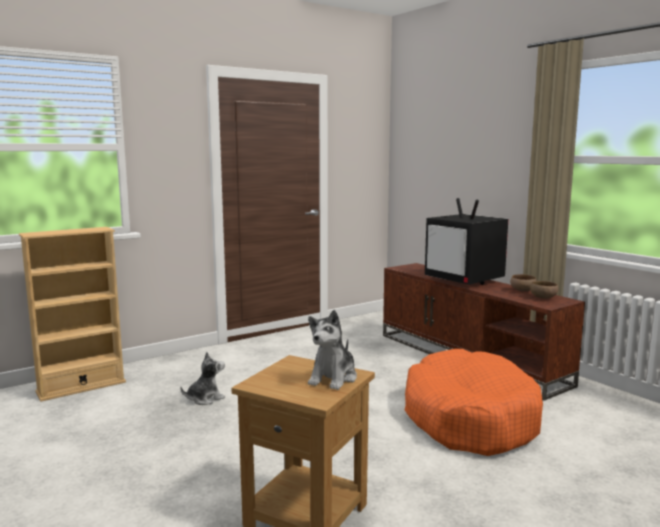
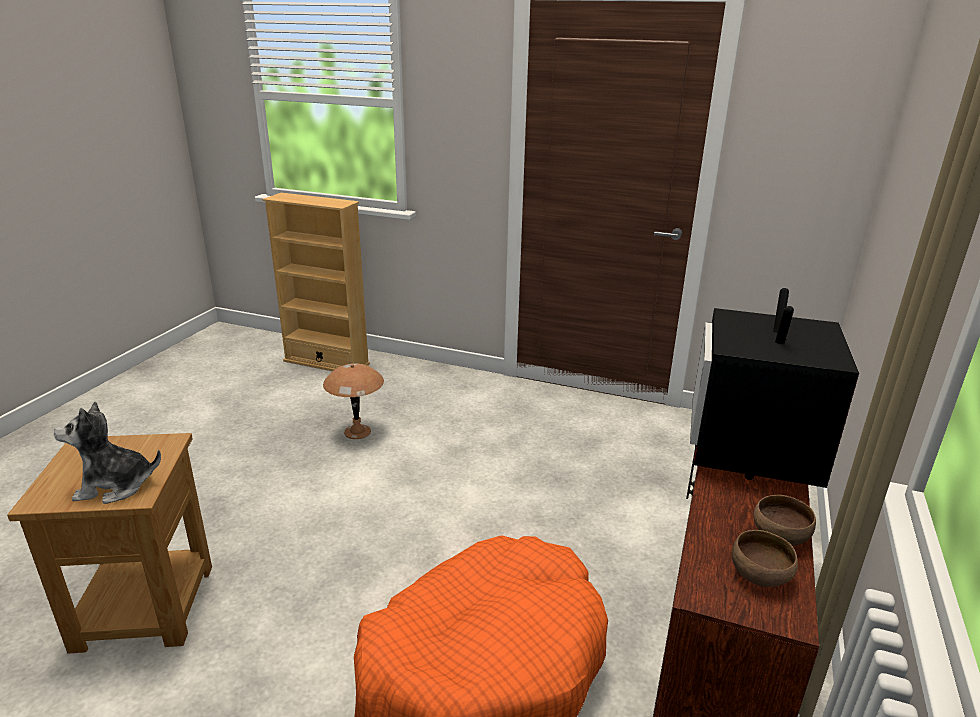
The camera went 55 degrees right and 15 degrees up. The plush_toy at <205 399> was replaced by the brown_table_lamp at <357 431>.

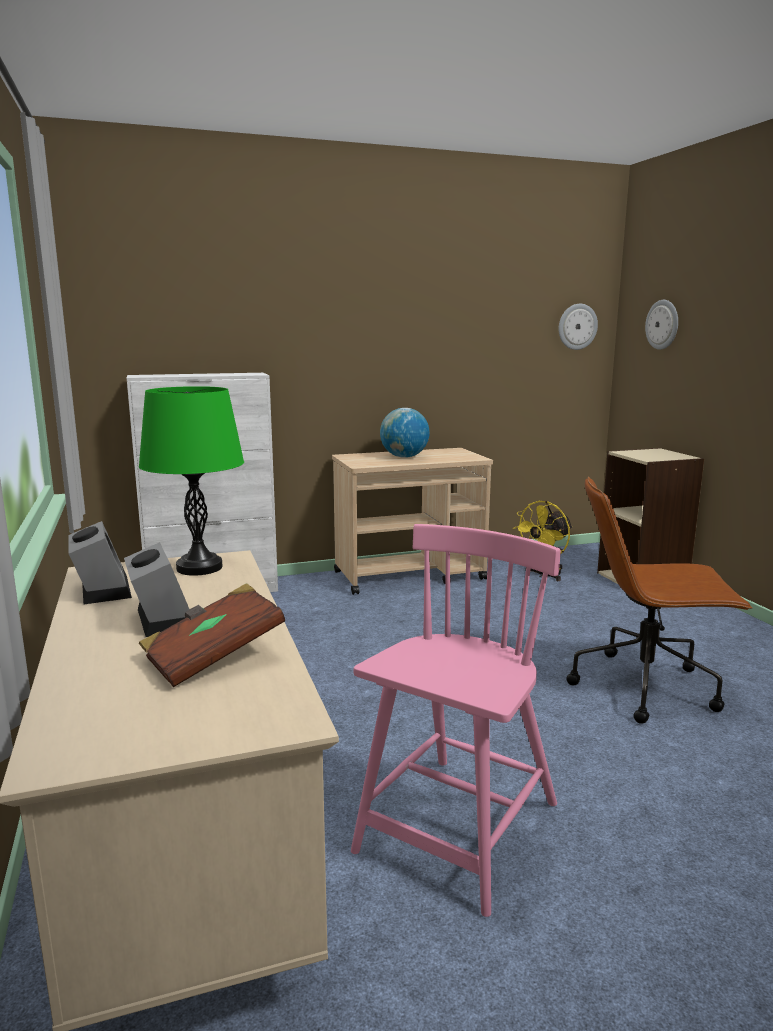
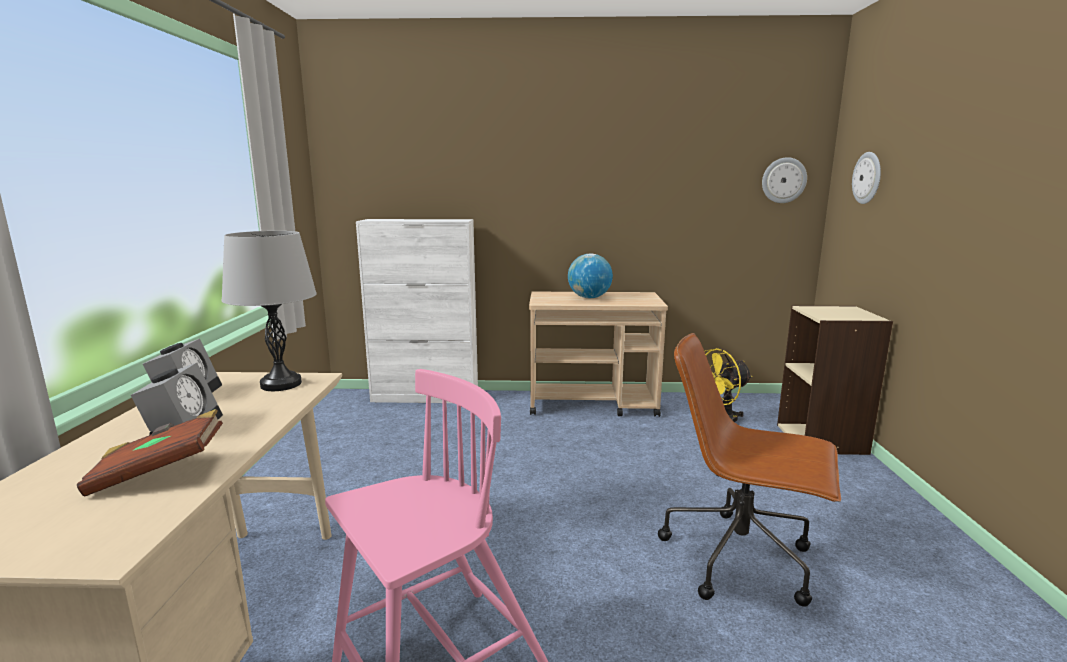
The camera went 20 degrees right and 0 degrees up. The green_table_lamp at <199 568> became the grey_table_lamp at <281 384>.

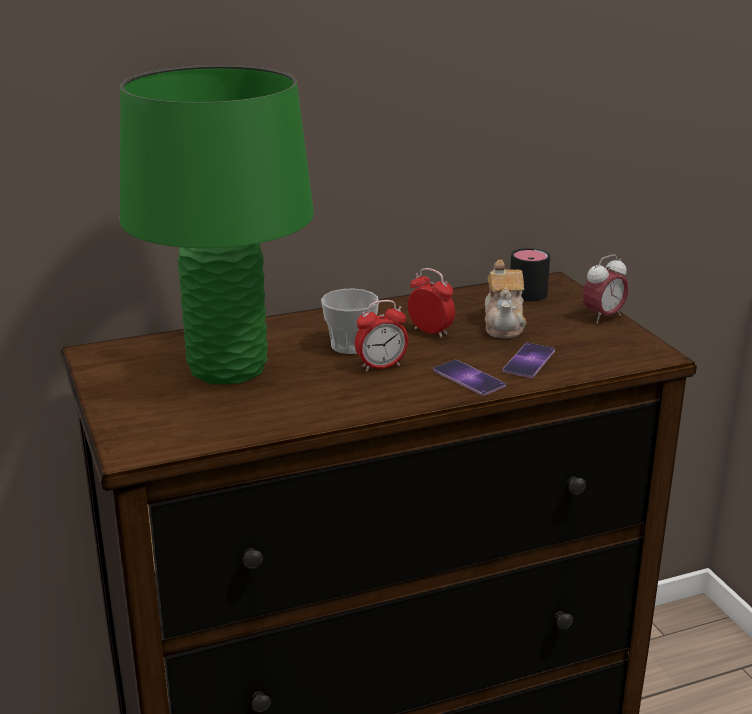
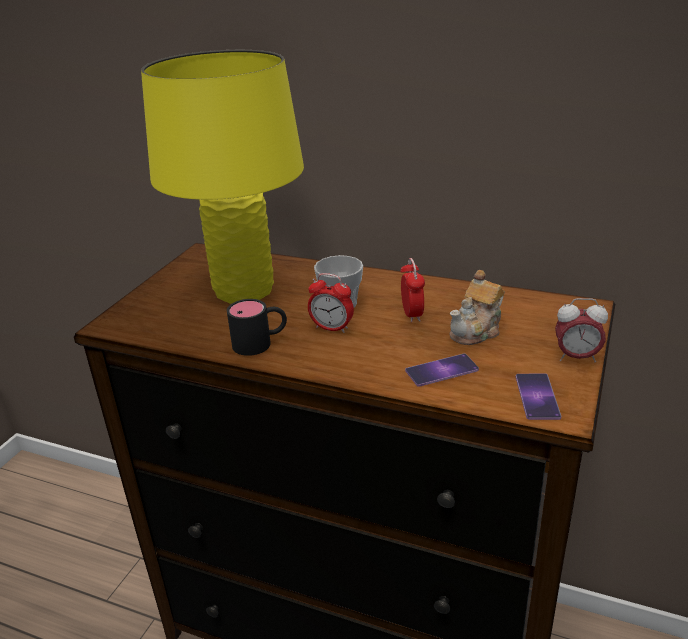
The camera went 45 degrees right and 5 degrees up. The phone moved from <469 378> to <537 396>. The black_mug moved from <531 290> to <260 342>. The green_table_lamp at <228 369> became the yellow_table_lamp at <244 291>.

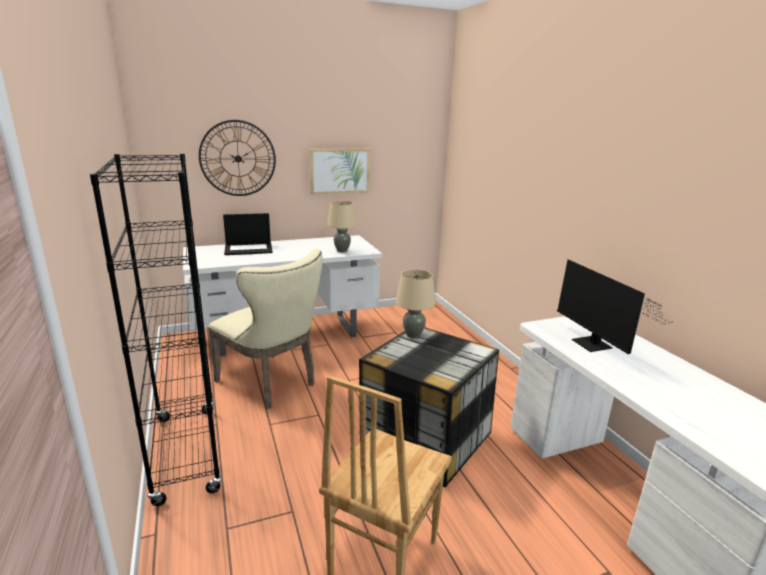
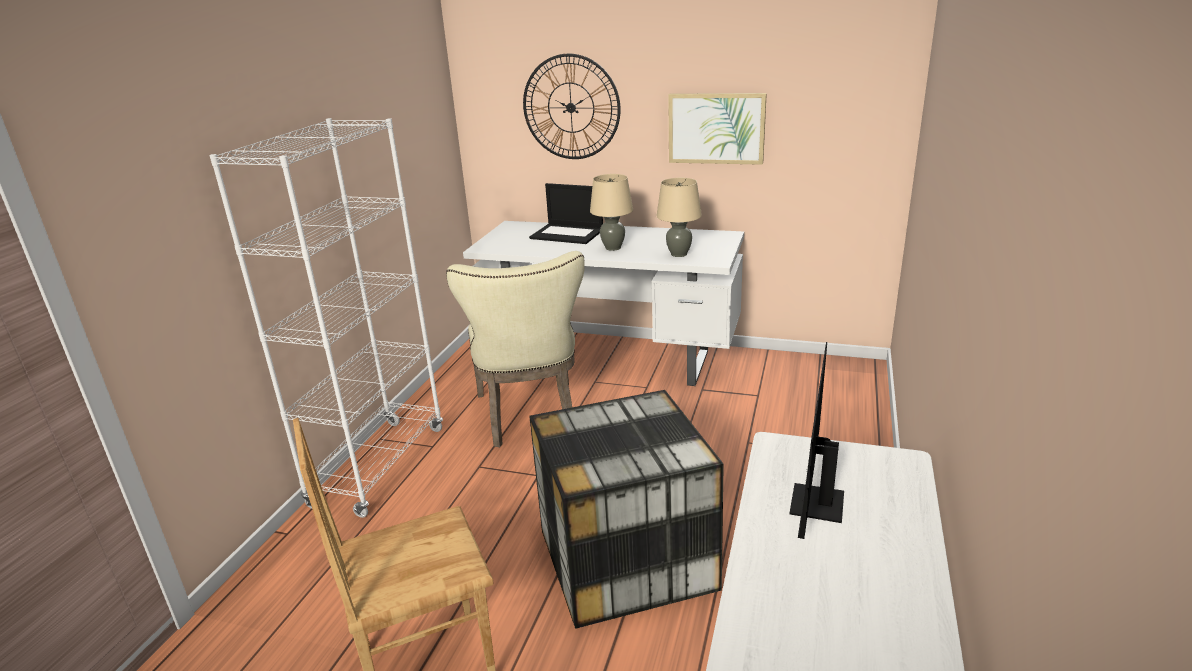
The camera went 40 degrees right and 5 degrees up. The beige_table_lamp moved from <413 335> to <613 248>. The black_bookcase at <186 453> became the white_bookcase at <379 466>.

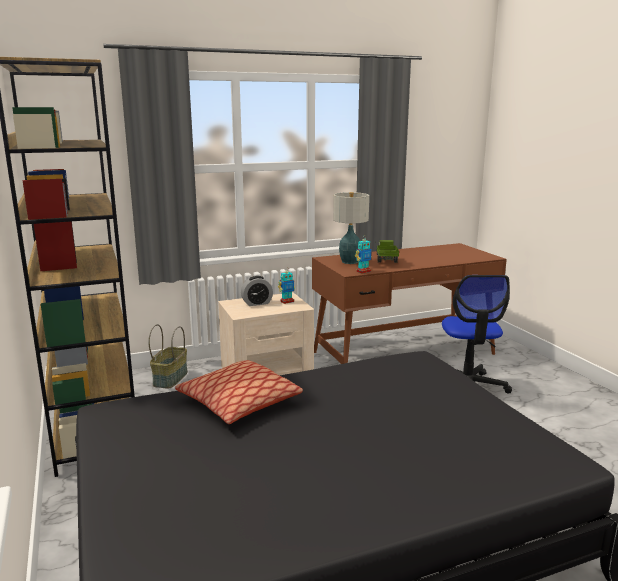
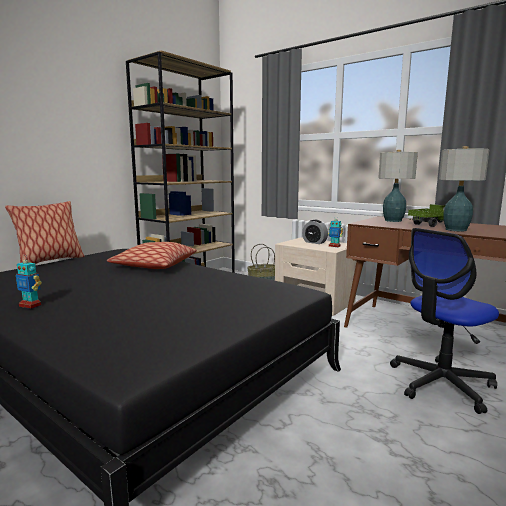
The camera went 60 degrees right and 5 degrees down. The pillow at <50 261> appeared. The table_lamp at <456 229> appeared. The toy_robot moved from <363 271> to <30 305>.

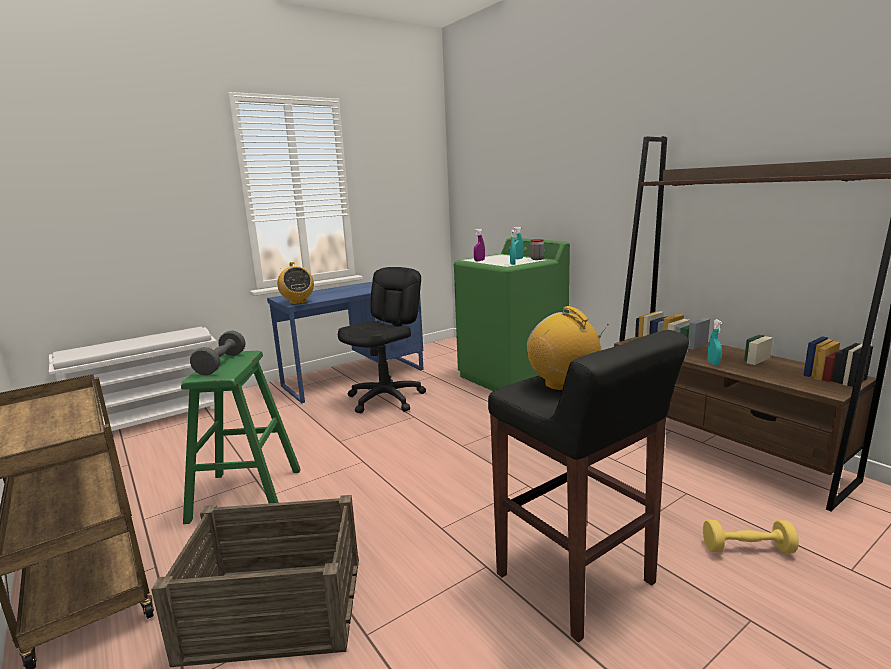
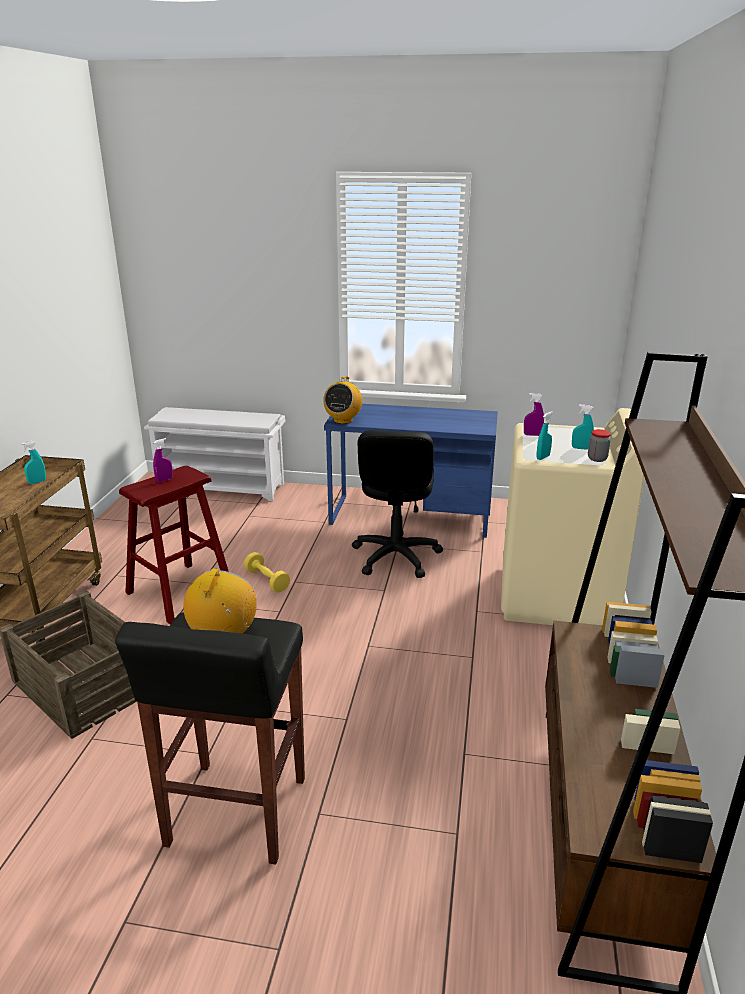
The camera went 45 degrees right and 10 degrees up. The yellow_dumbbell moved from <747 549> to <267 580>. The turquoise_spray_bottle moved from <713 363> to <37 482>. The grey_dumbbell at <221 364> was replaced by the purple_spray_bottle at <164 480>. The green_stool at <246 494> became the red_stool at <180 592>. The green_washing_machine at <512 377> became the beige_washing_machine at <557 596>. The black_office_chair at <386 399> turned 105 degrees clockwise.

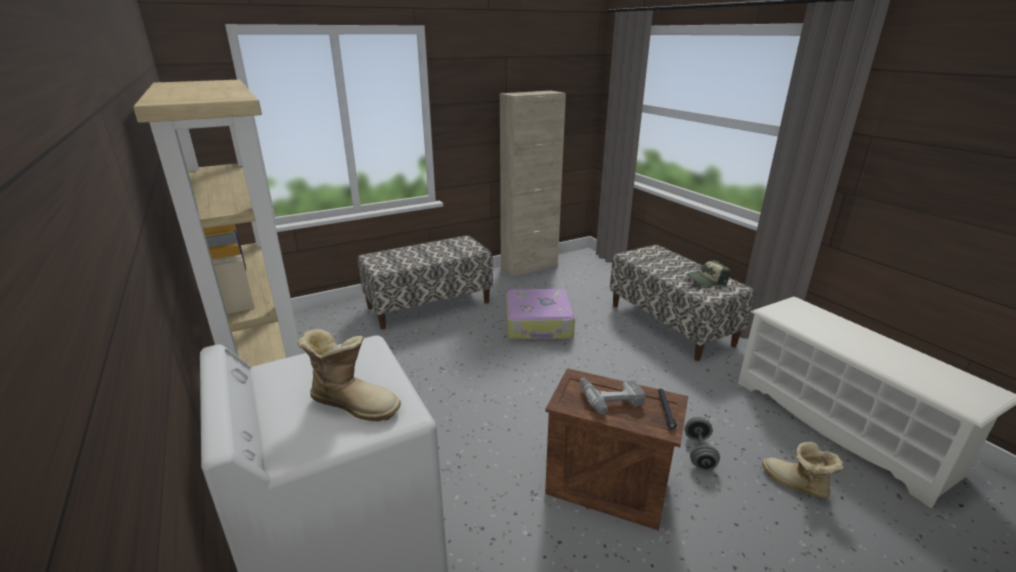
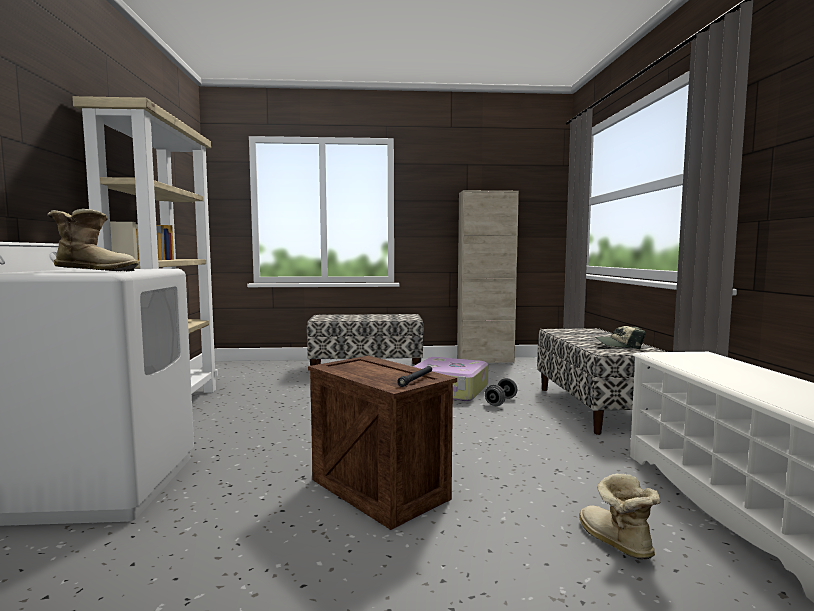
The camera went 25 degrees right and 20 degrees down. The power_drill at <609 396> disappeared. The grey_dumbbell moved from <699 453> to <501 402>. The boot at <354 402> turned 45 degrees counterclockwise.

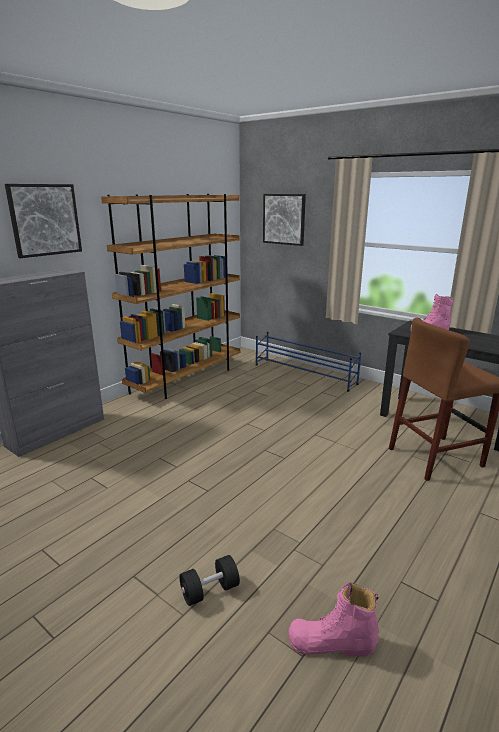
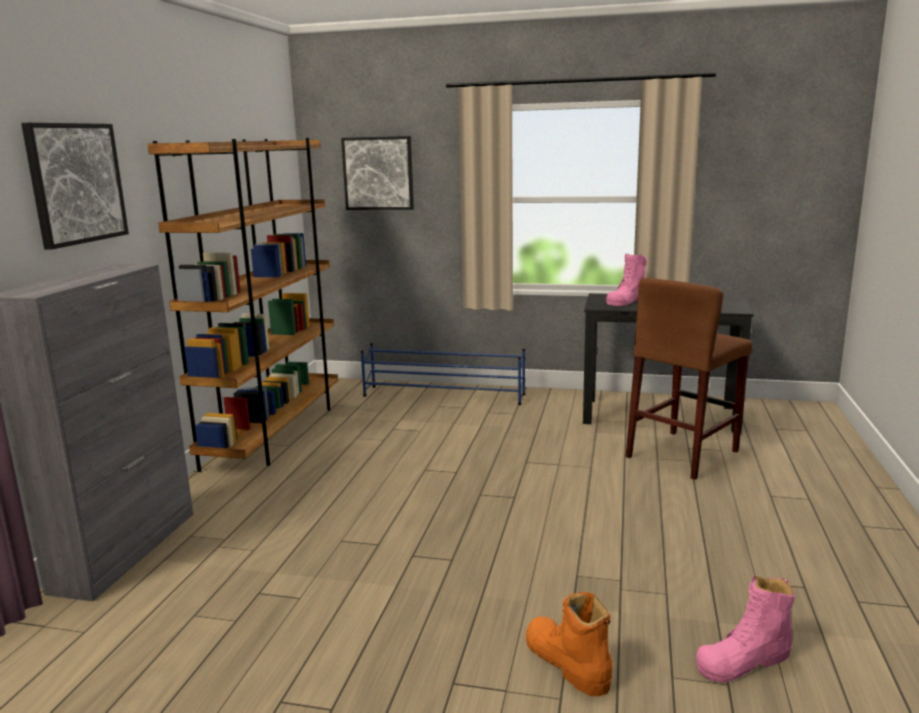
The camera went 25 degrees left and 5 degrees down. The black_dumbbell at <209 590> was replaced by the orange_boot at <566 663>.

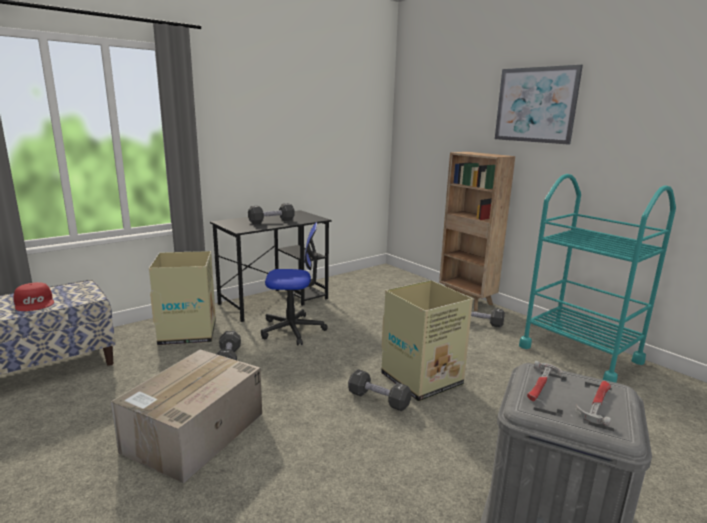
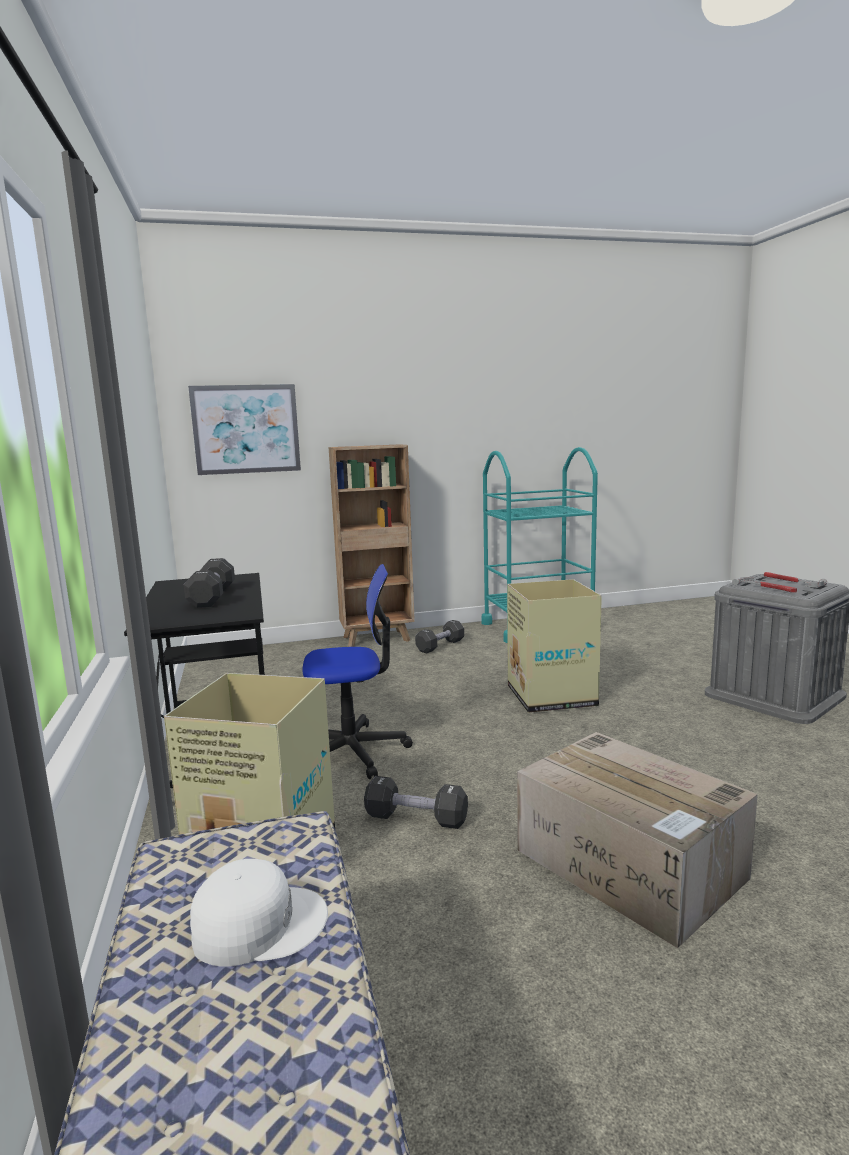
The camera went 65 degrees left and 5 degrees down. The black_dumbbell at <378 399> disappeared. The picture moved from <535 105> to <246 429>. The red_cap at <35 303> became the white_cap at <258 923>. The office_chair at <292 329> turned 60 degrees clockwise.

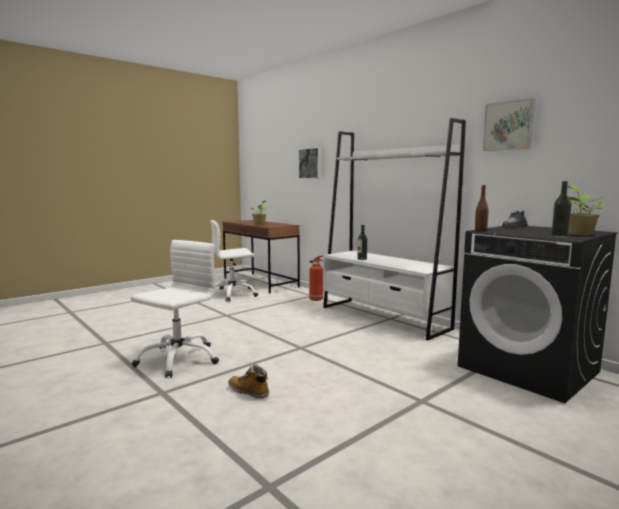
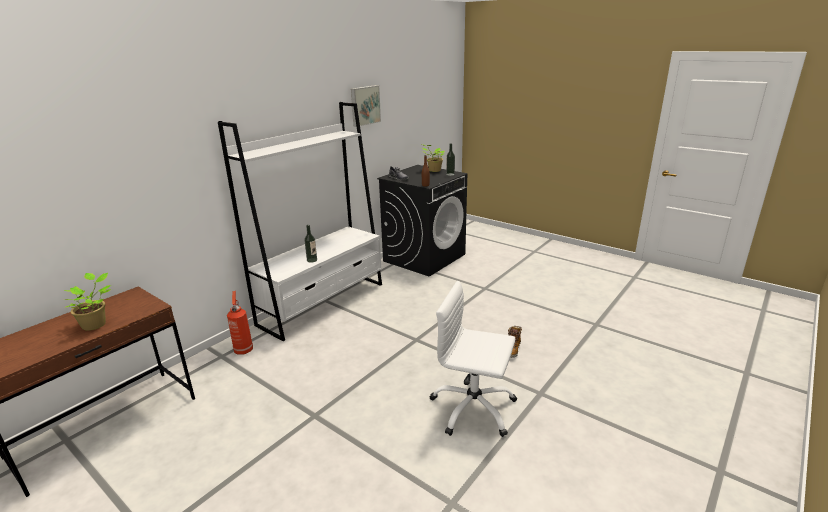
The camera went 100 degrees left and 15 degrees up. The white_office_chair at <232 294> disappeared. The picture at <310 163> disappeared.

